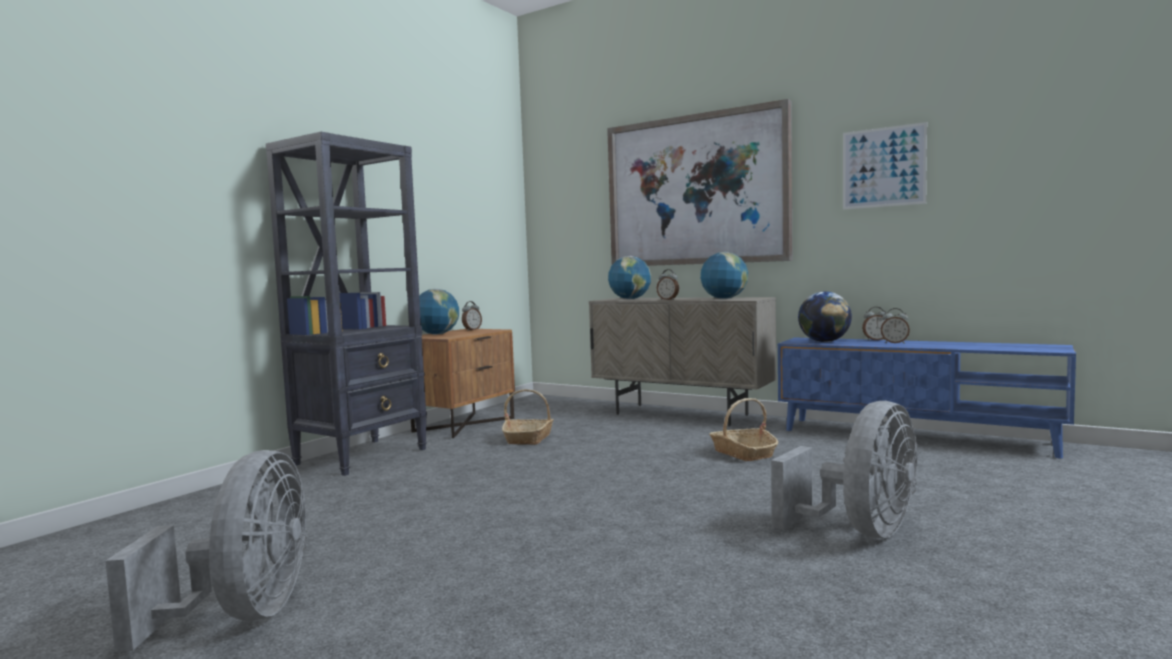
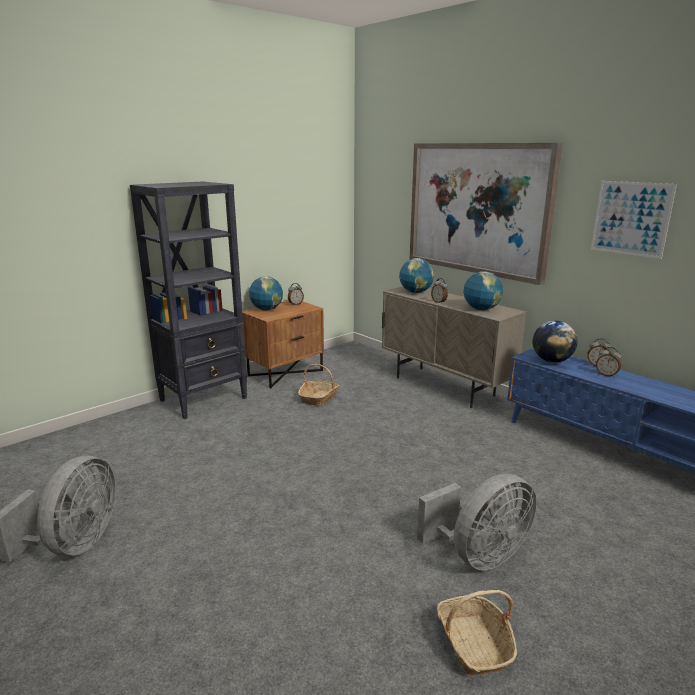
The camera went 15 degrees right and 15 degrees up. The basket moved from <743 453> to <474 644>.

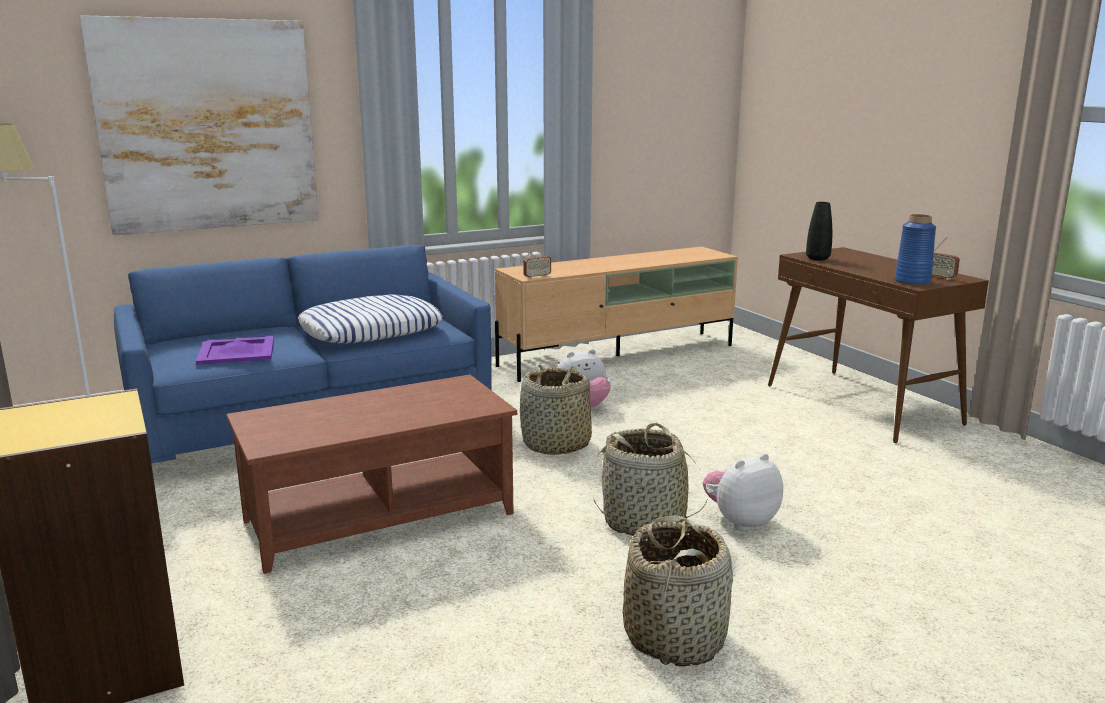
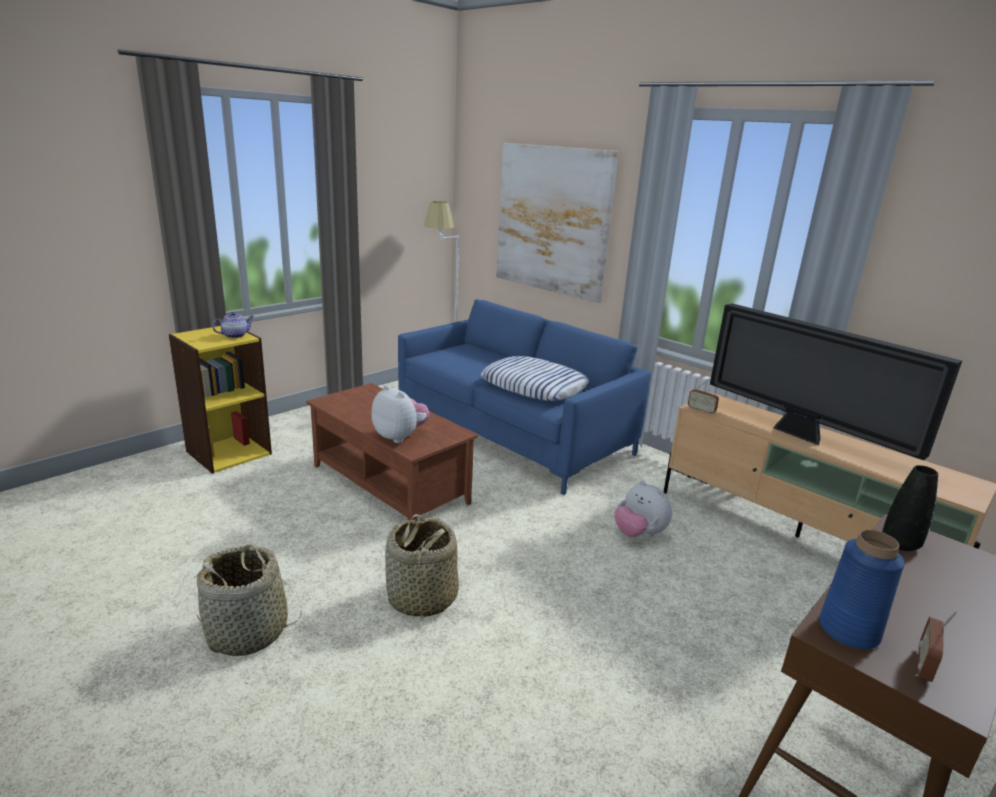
The camera went 70 degrees right and 5 degrees up. The purple_tray at <236 351> disappeared. The basket at <556 445> disappeared. The teapot at <235 335> appeared. The television at <801 436> appeared. The plush_toy moved from <740 521> to <400 437>.

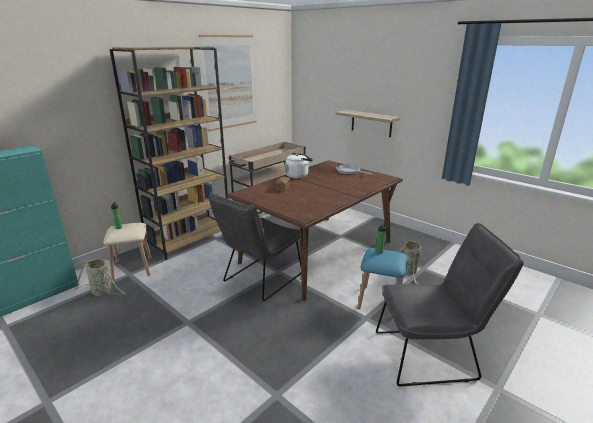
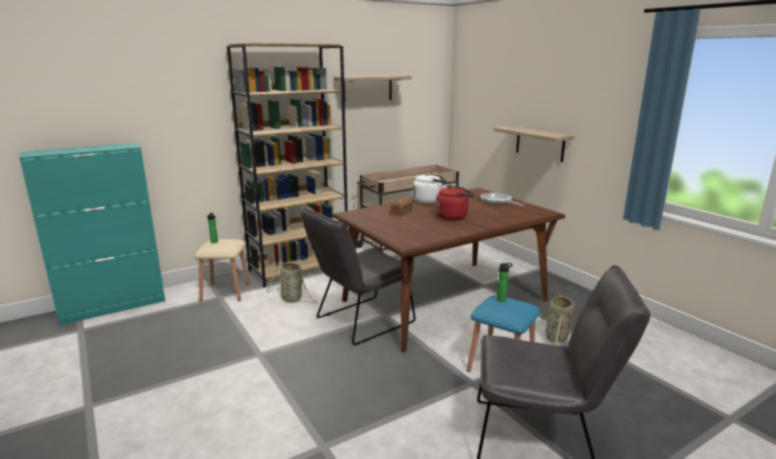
The camera went 15 degrees right and 5 degrees down. The red_kettle at <453 217> appeared. The basket moved from <103 292> to <293 299>. The picture at <230 82> was replaced by the shelf at <367 88>.

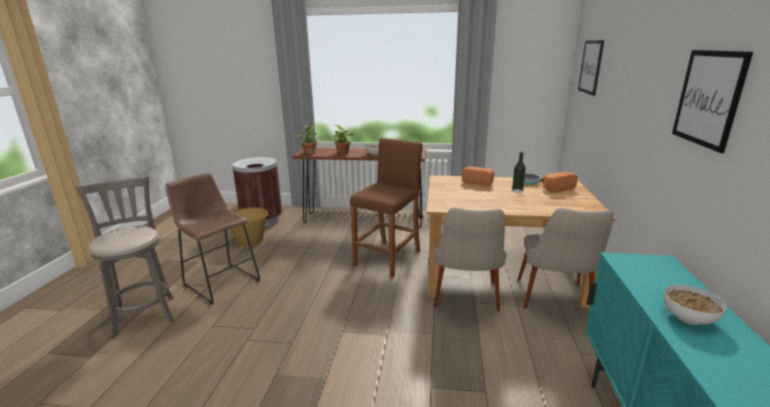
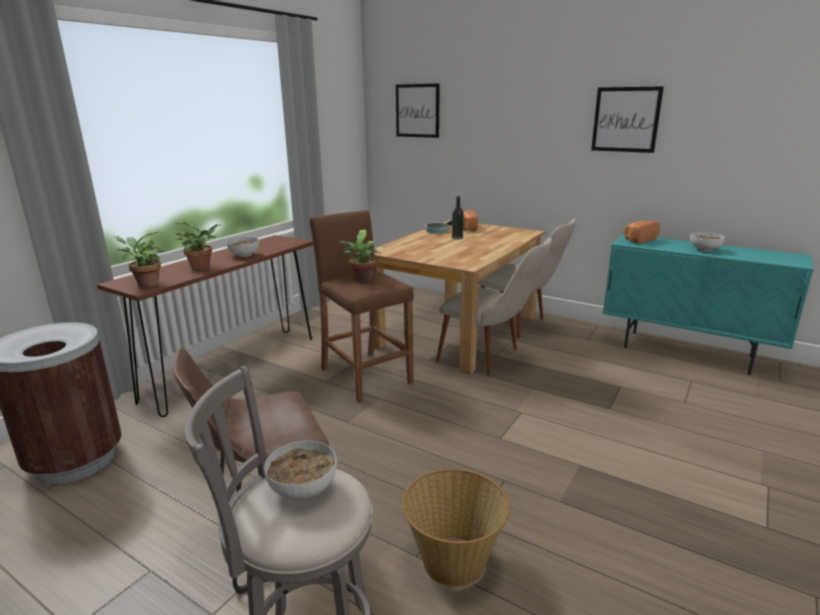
The camera went 65 degrees left and 0 degrees up. The bowl at <304 488> appeared. The potted_plant at <362 280> appeared. The basket moved from <250 241> to <454 560>. The bread moved from <478 182> to <638 240>.

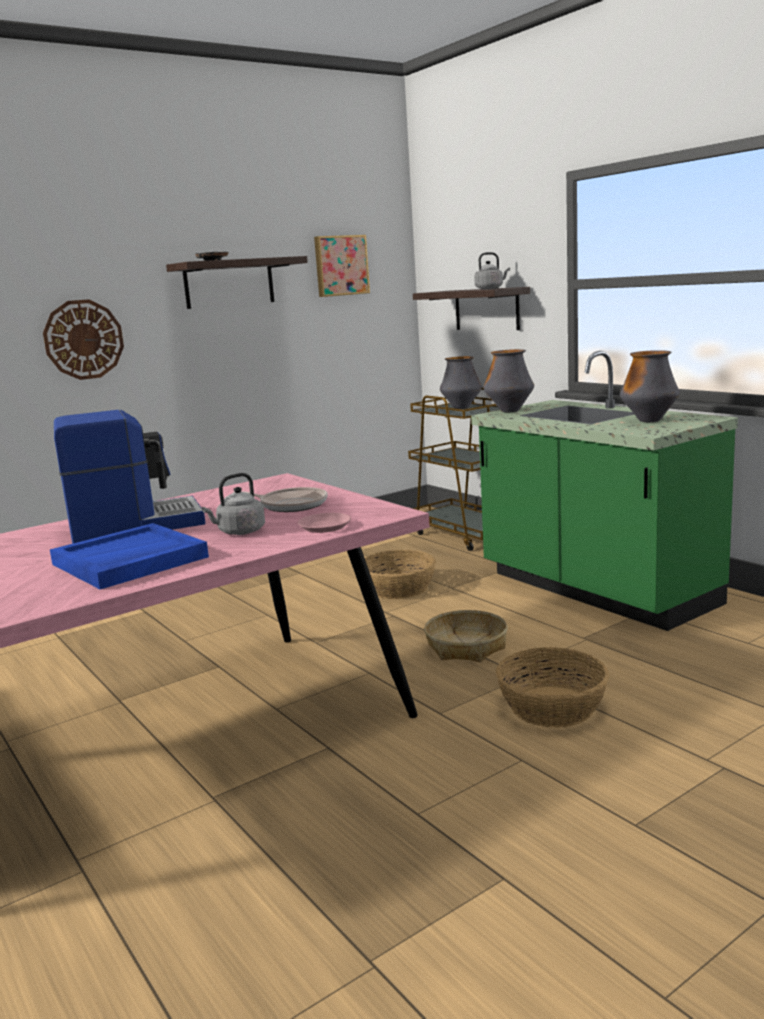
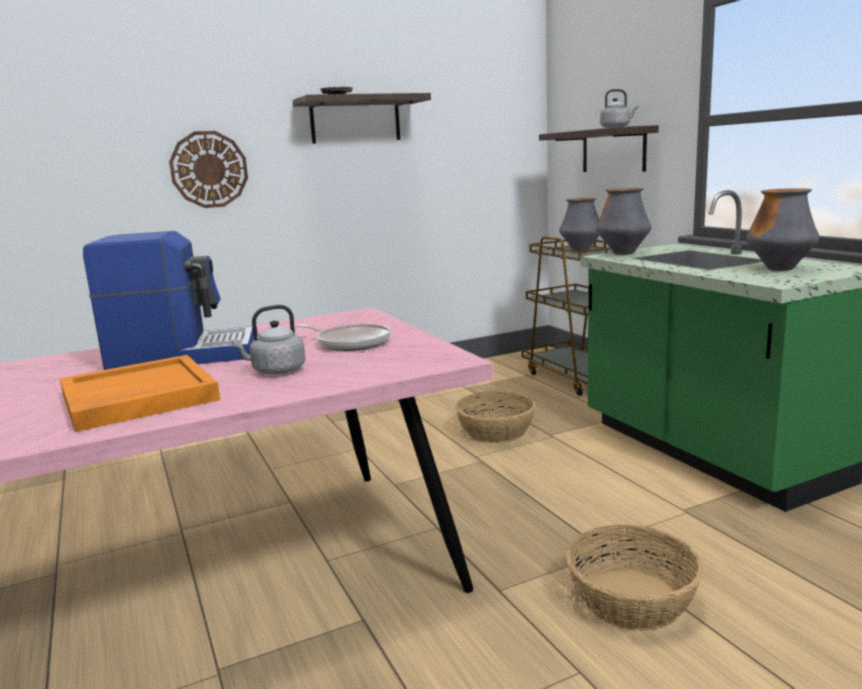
The camera went 10 degrees right and 0 degrees up. The pink_plate at <324 527> disappeared. The picture at <340 265> disappeared. The basket at <466 647> disappeared. The blue_tray at <129 561> became the orange_tray at <138 398>.

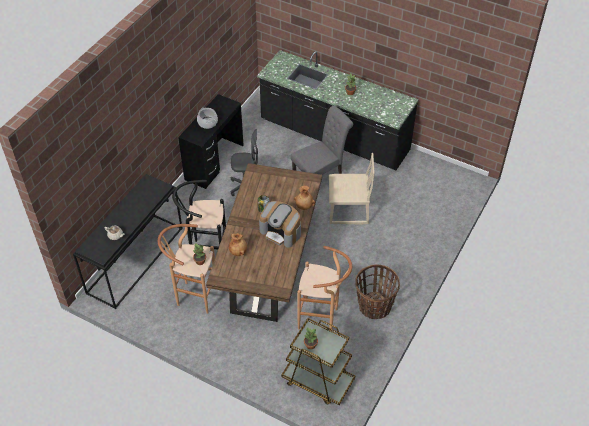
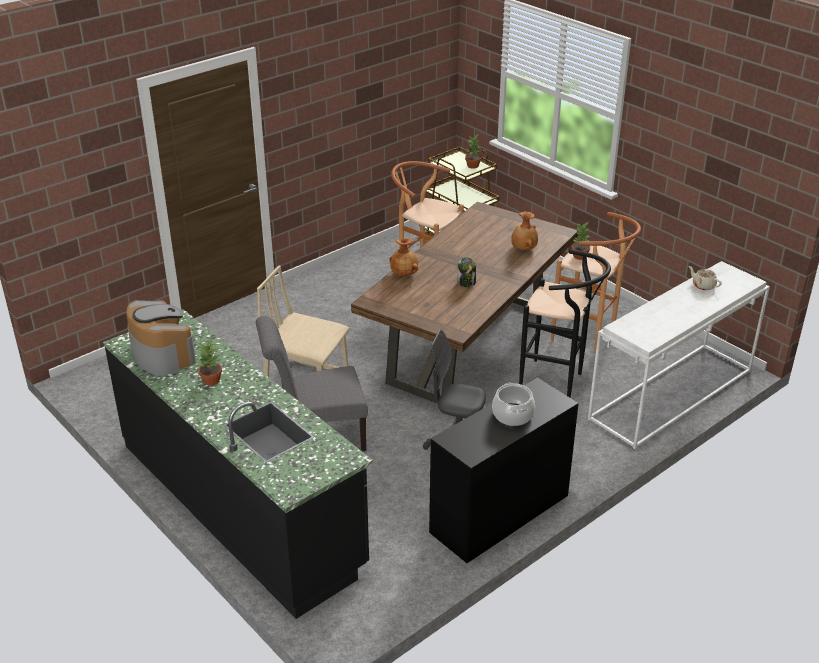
The camera went 160 degrees left and 15 degrees down. The basket at <374 306> disappeared. The coffee_machine moved from <281 232> to <162 354>. The black_console_table at <135 259> became the white_console_table at <671 395>.

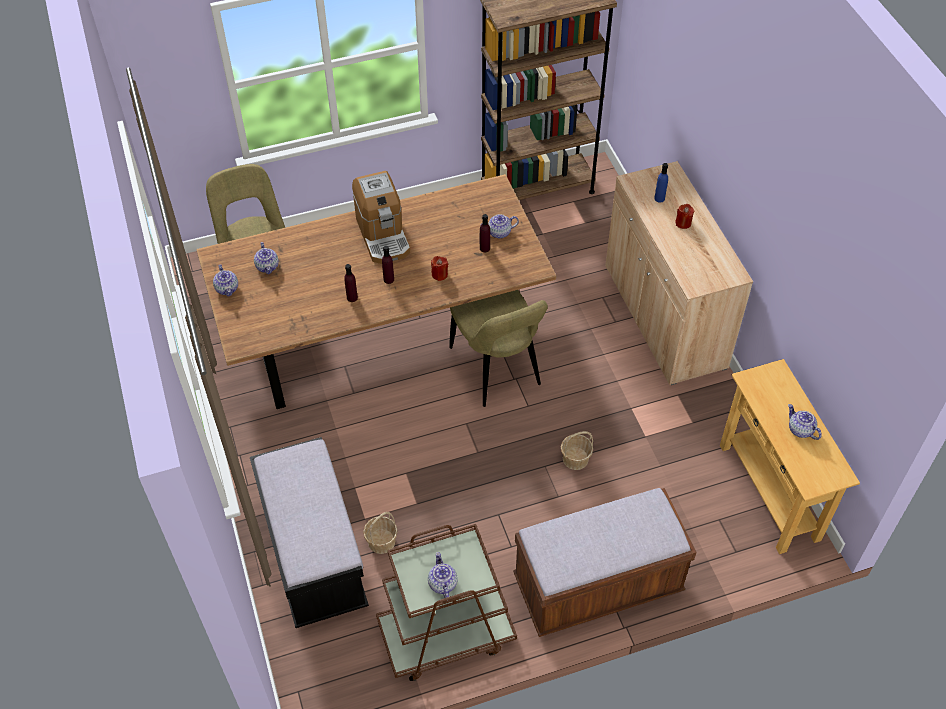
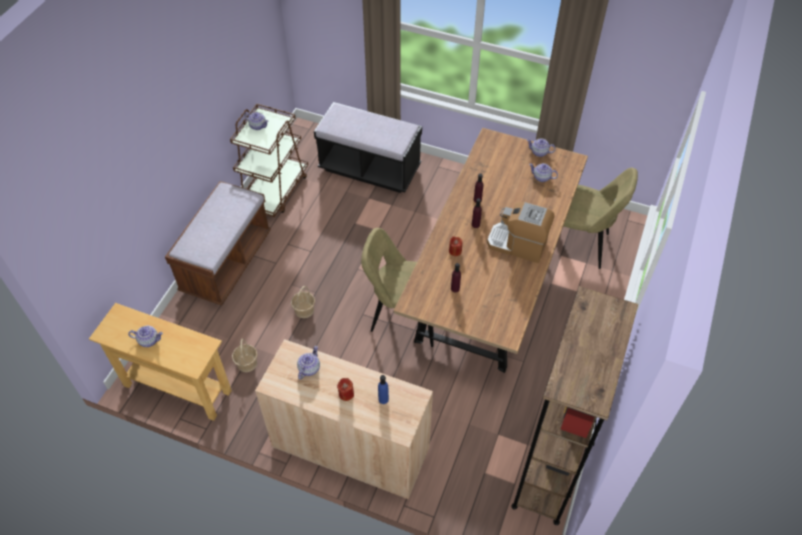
The camera went 130 degrees right and 0 degrees up. The basket moved from <381 541> to <247 363>. The teapot moved from <499 233> to <309 368>.

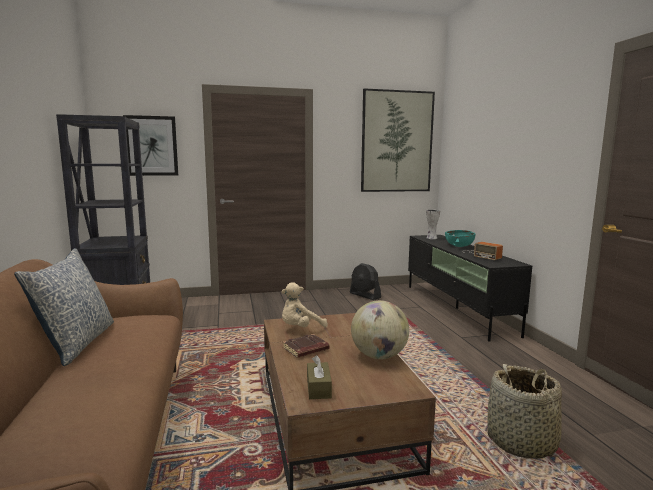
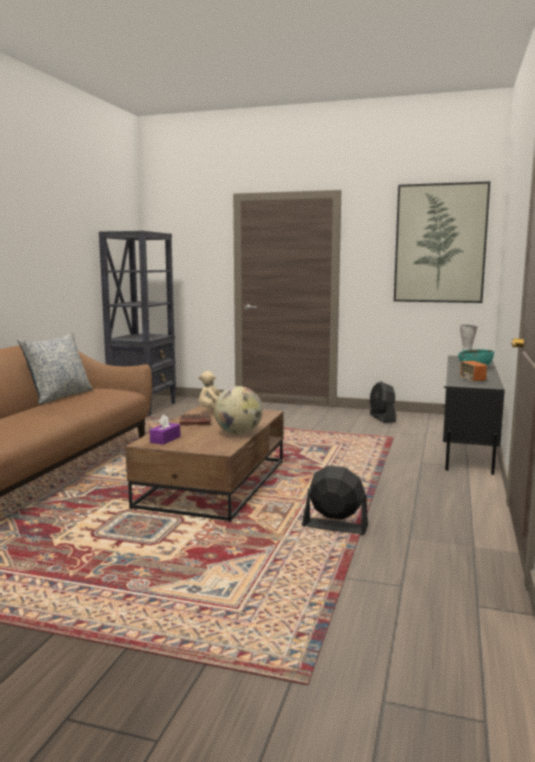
The camera went 30 degrees right and 0 degrees up. The picture at <151 146> disappeared. The basket at <521 442> was replaced by the black_fan at <334 527>. The brown_tissue_box at <318 388> became the purple_tissue_box at <165 439>.

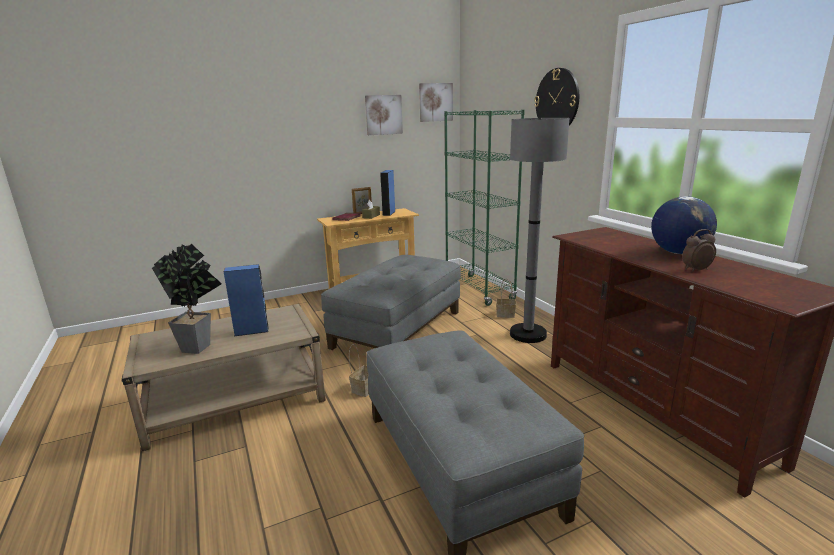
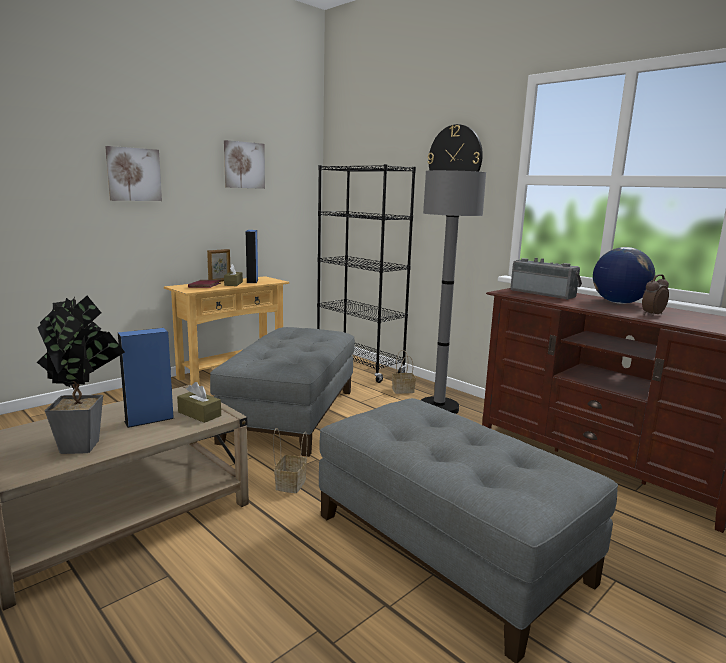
The camera went 20 degrees left and 5 degrees down. The brown_tissue_box at <199 414> appeared. The radio at <544 294> appeared. The picture moved from <435 102> to <133 174>. The green_bookcase at <479 290> became the black_bookcase at <359 368>.

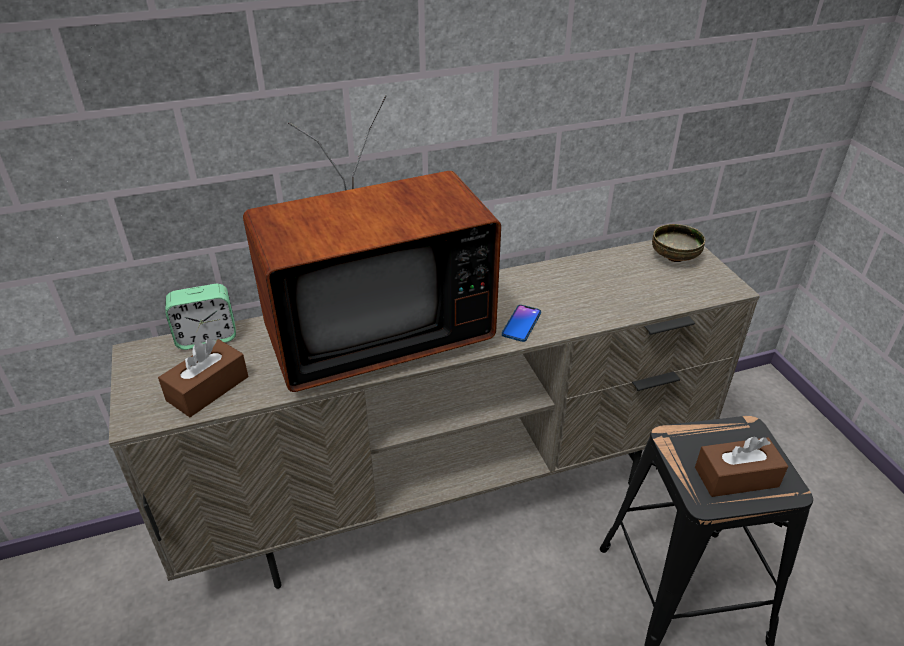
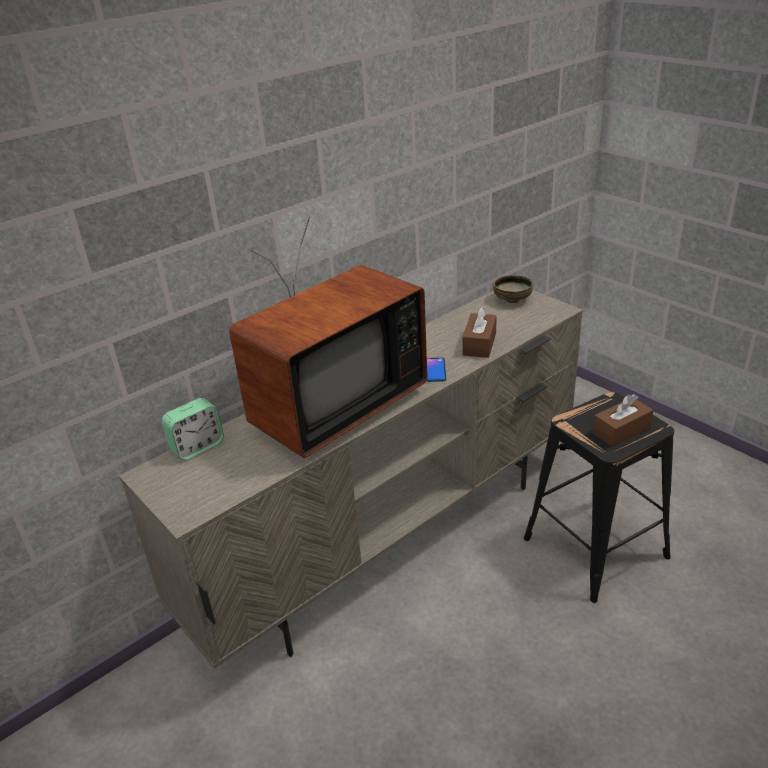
The camera went 20 degrees left and 5 degrees down. The brown_tissue_box moved from <208 388> to <479 344>.

